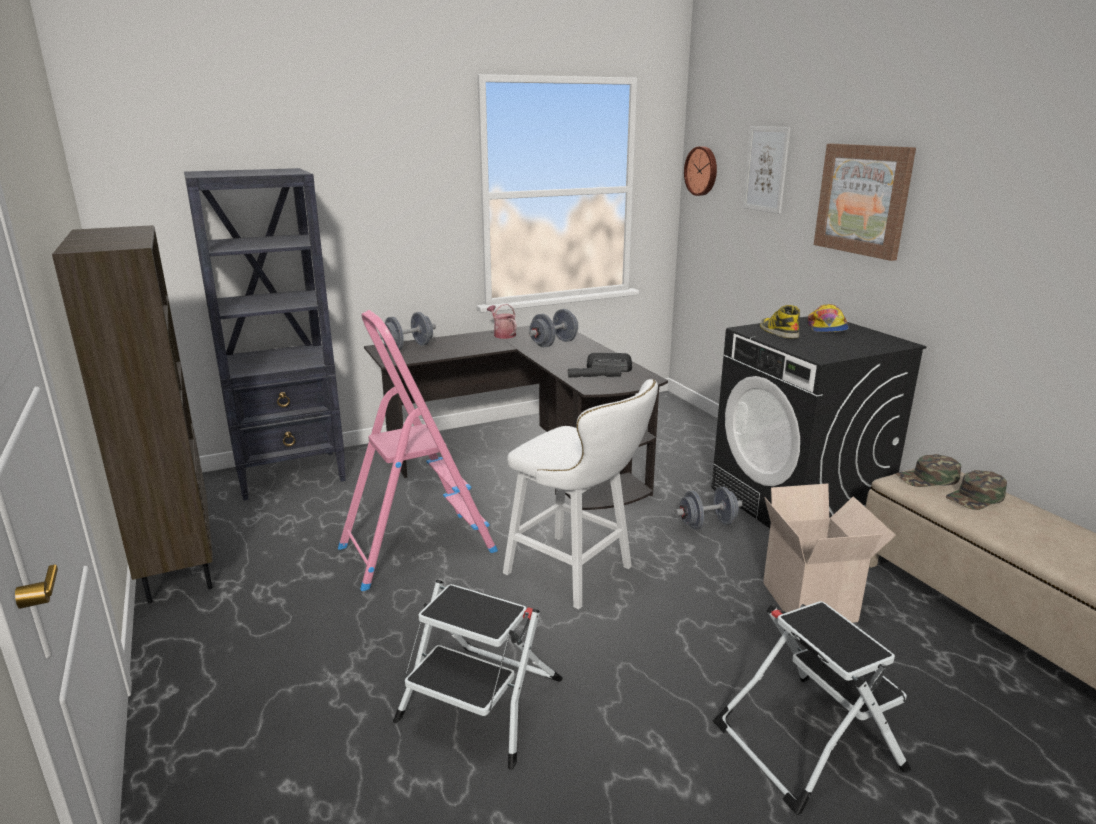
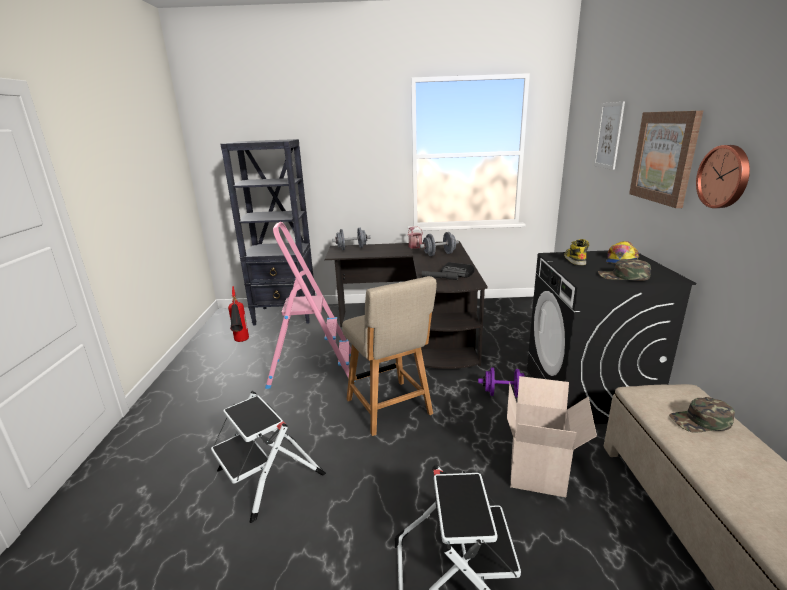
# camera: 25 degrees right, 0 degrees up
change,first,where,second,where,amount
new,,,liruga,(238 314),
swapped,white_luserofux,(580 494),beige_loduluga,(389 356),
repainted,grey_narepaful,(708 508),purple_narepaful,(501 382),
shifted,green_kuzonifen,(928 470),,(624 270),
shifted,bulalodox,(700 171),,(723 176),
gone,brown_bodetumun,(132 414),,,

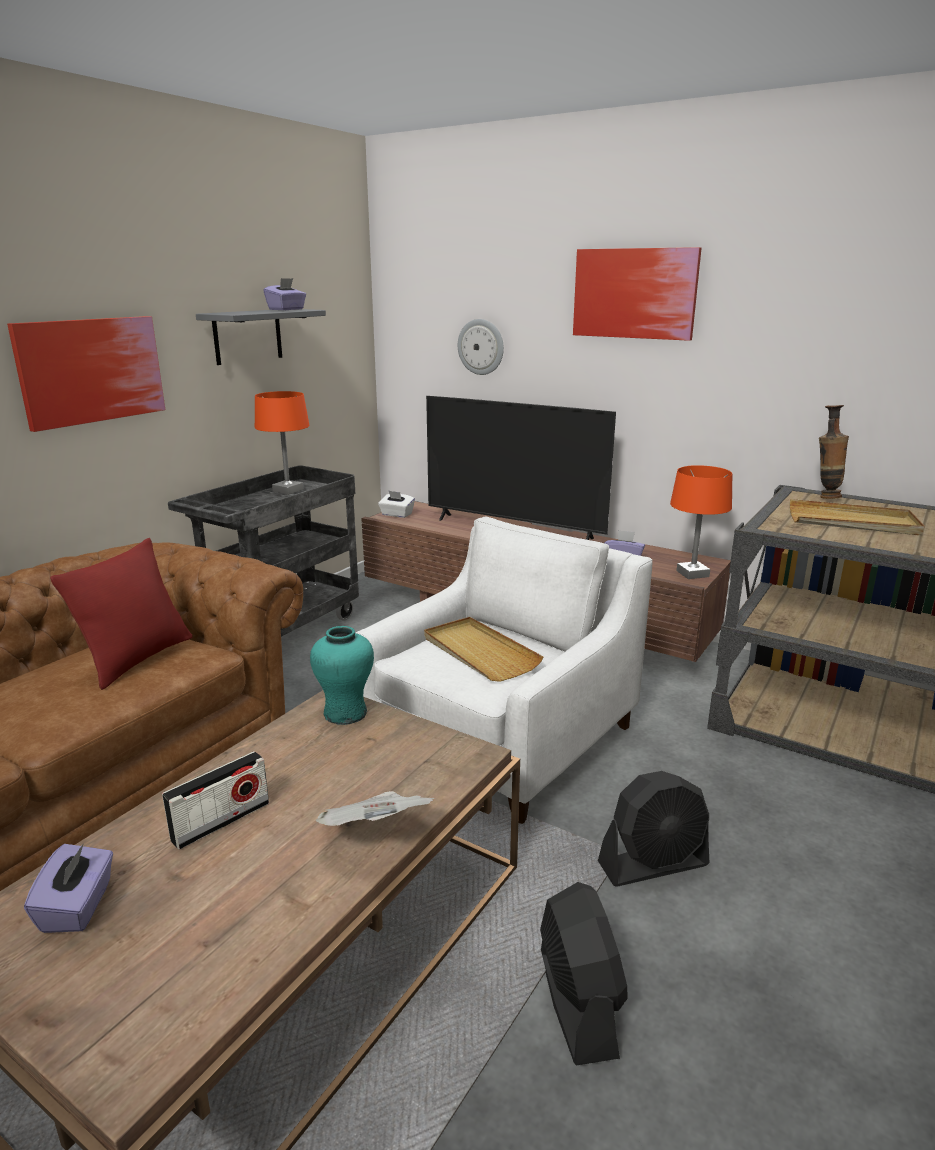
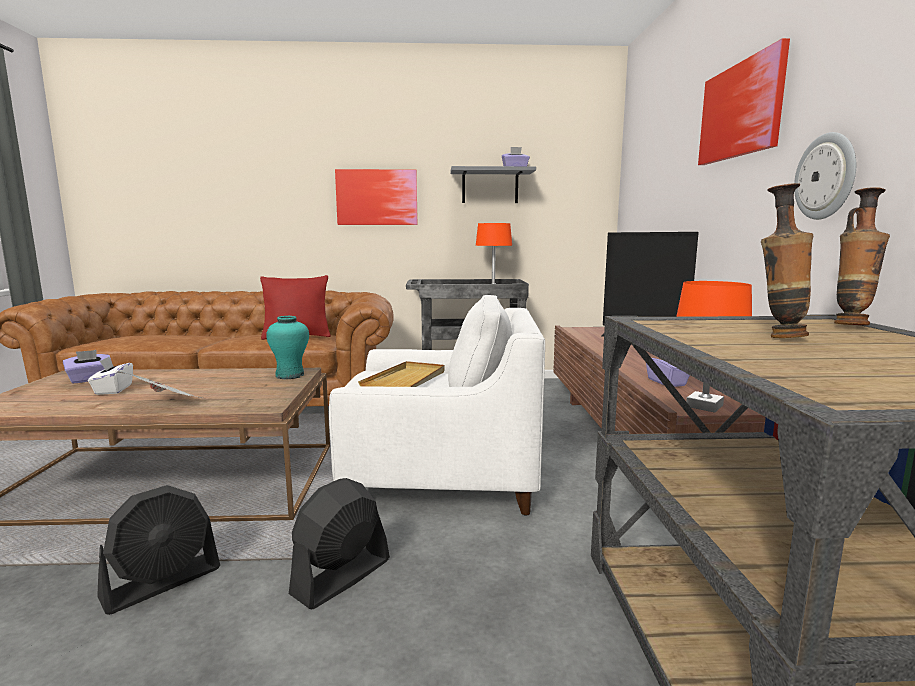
# camera: 55 degrees right, 10 degrees down
change,first,where,second,where,amount
shifted,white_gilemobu,(396 504),,(110 376),
rotated,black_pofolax,(654 829),,(339 543),90 degrees clockwise
swapped,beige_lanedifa,(857 517),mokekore,(787 260),
shifted,bulalodox,(481 347),,(825 176),
gone,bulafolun,(215 800),,,

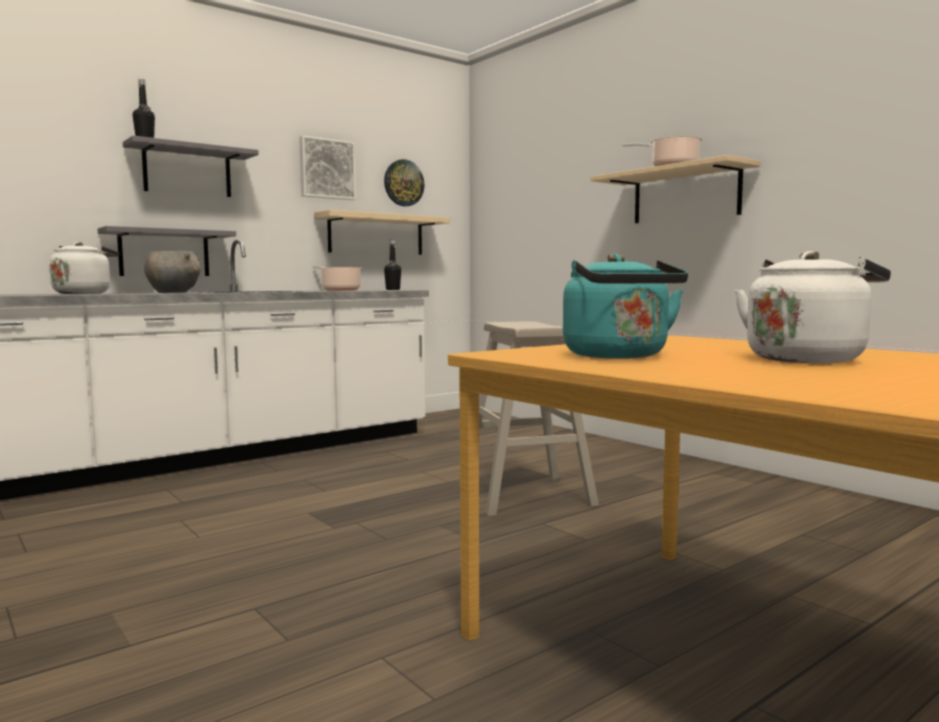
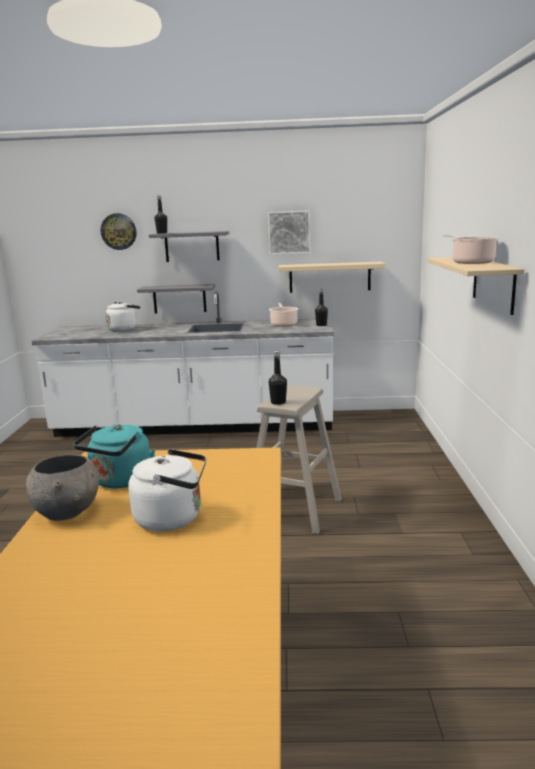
# camera: 40 degrees right, 10 degrees up
change,first,where,second,where,amount
shifted,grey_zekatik,(172 272),,(62 487),
shifted,bulalodox,(404 182),,(119 231),
new,,,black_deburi,(278 378),

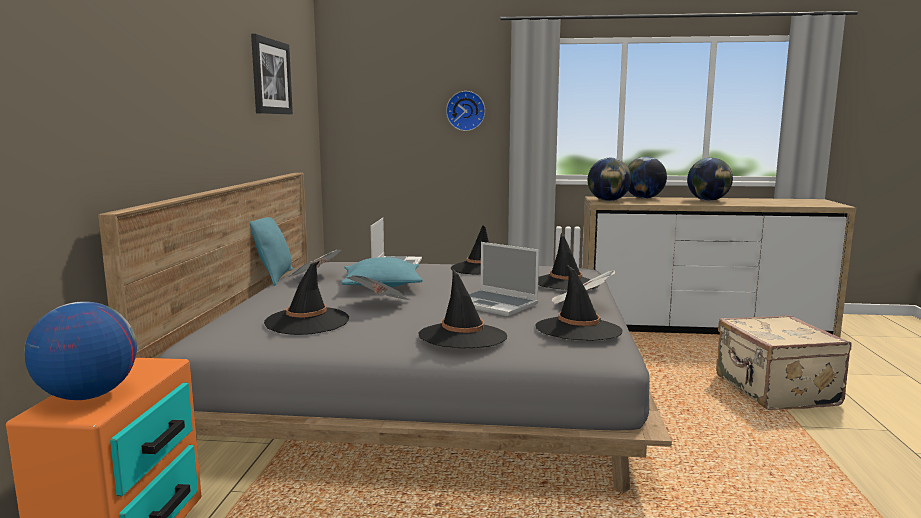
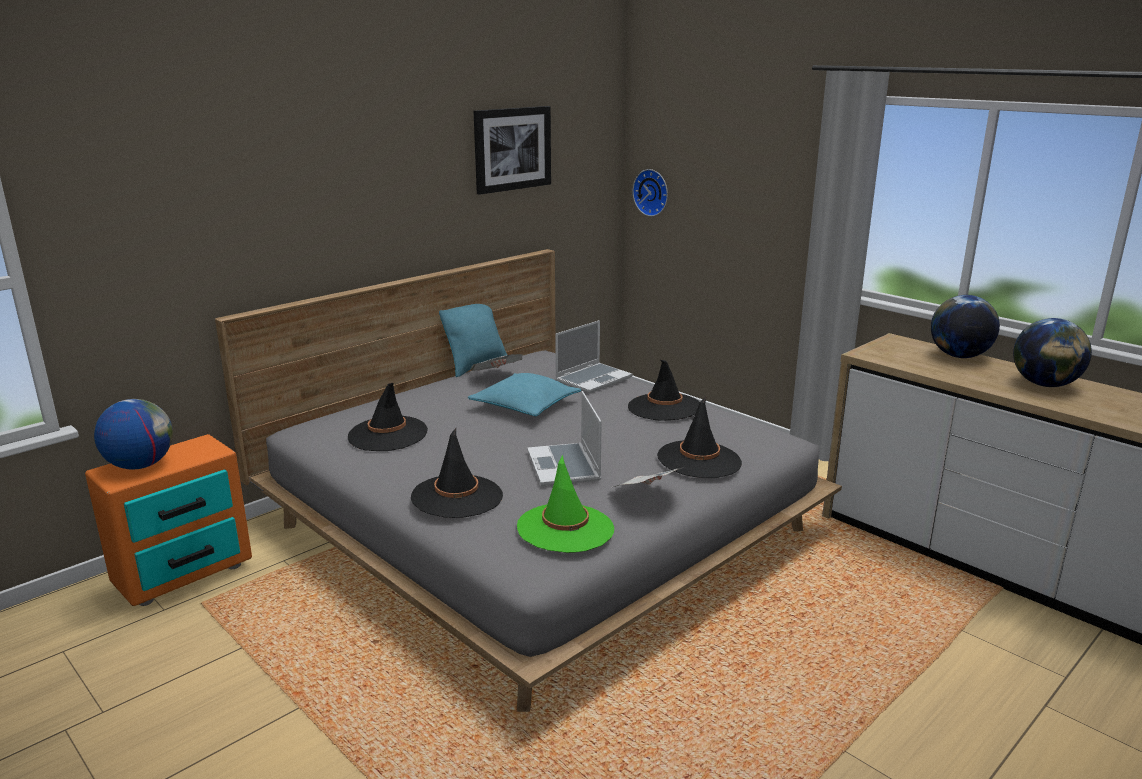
# camera: 40 degrees right, 10 degrees up
change,first,where,second,where,amount
repainted,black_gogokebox,(578 303),green_gogokebox,(565 504),
shifted,bulalodox,(465 111),,(650 192),
gone,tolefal,(378 287),,,
gone,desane,(609 179),,,
gone,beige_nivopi,(784 362),,,

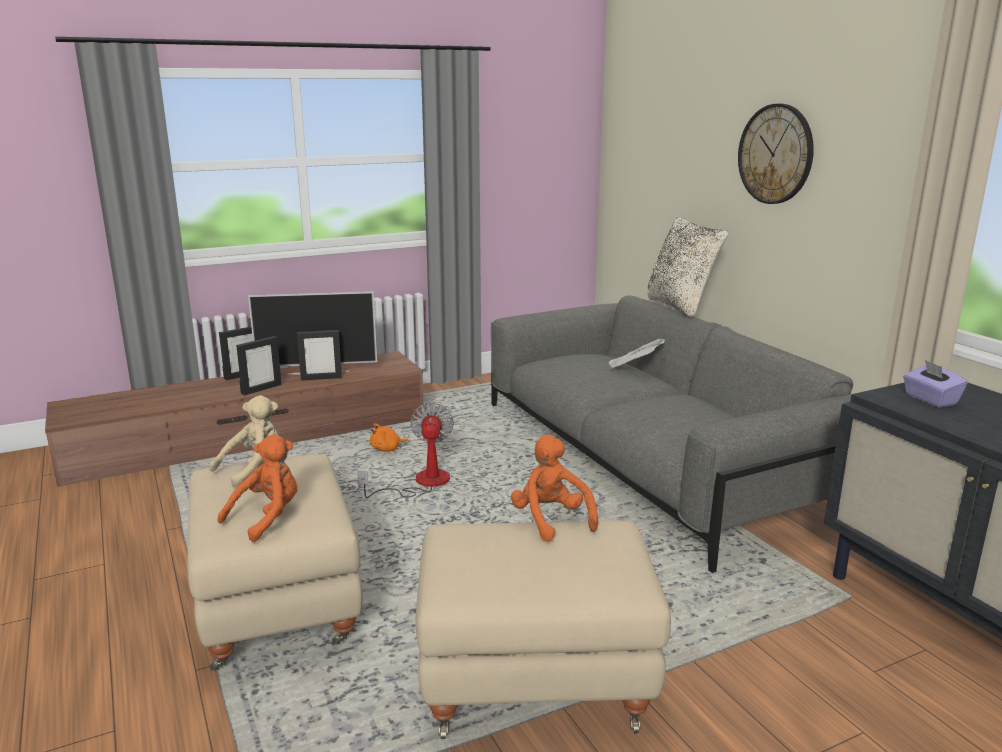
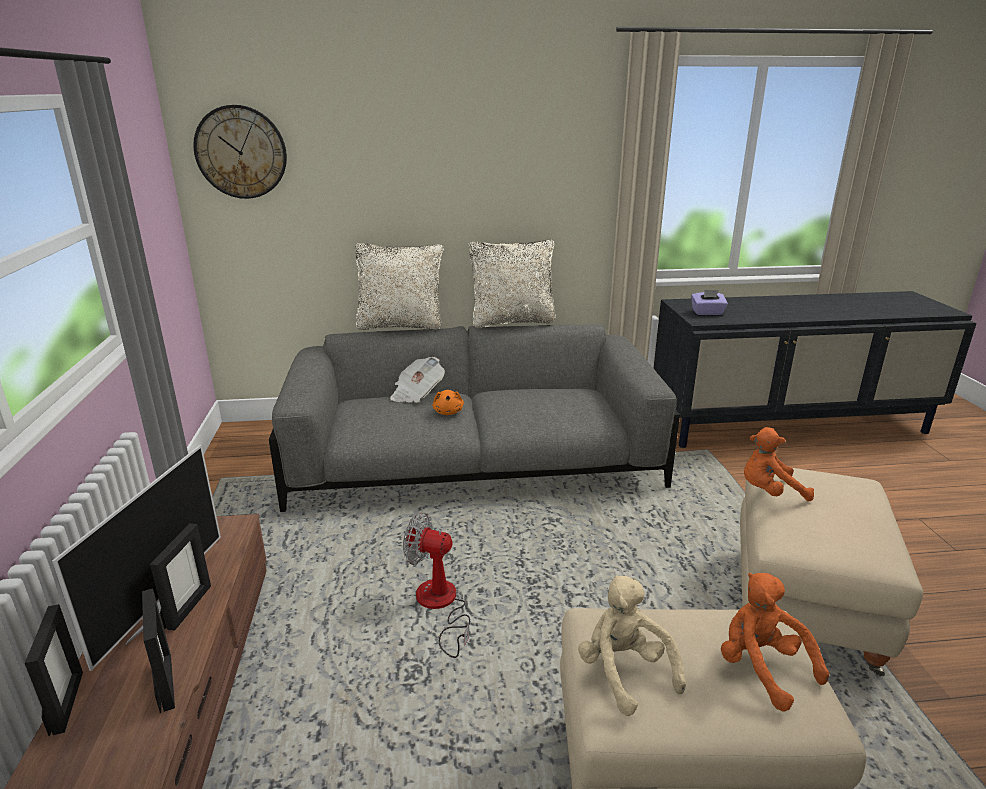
# camera: 70 degrees left, 5 degrees up
change,first,where,second,where,amount
shifted,bulalodox,(776 154),,(240 152),
shifted,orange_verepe,(390 437),,(448 402),
new,,,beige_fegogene,(512 284),

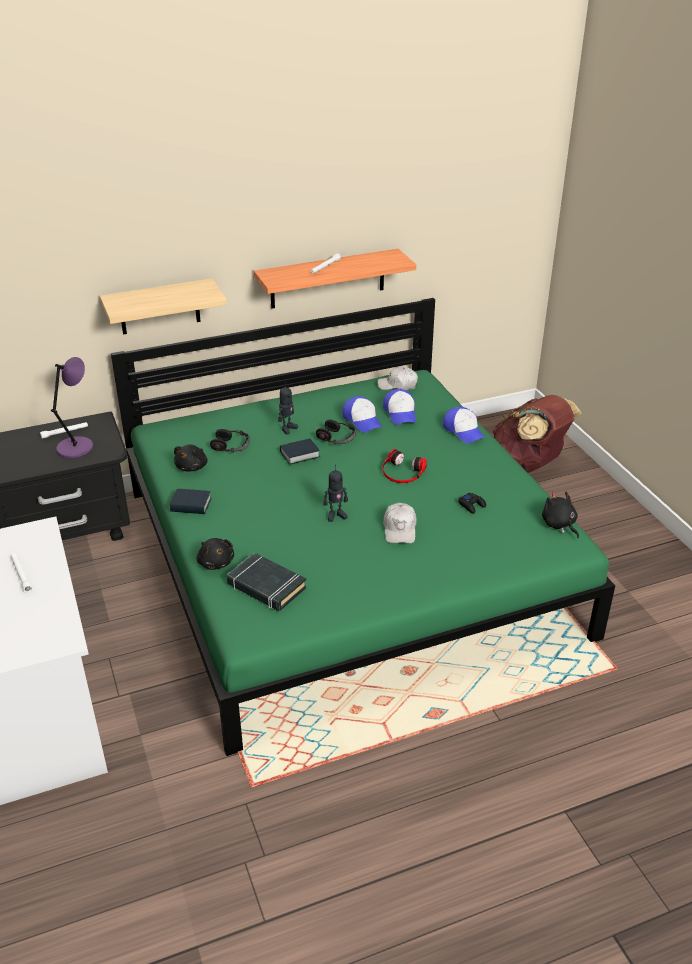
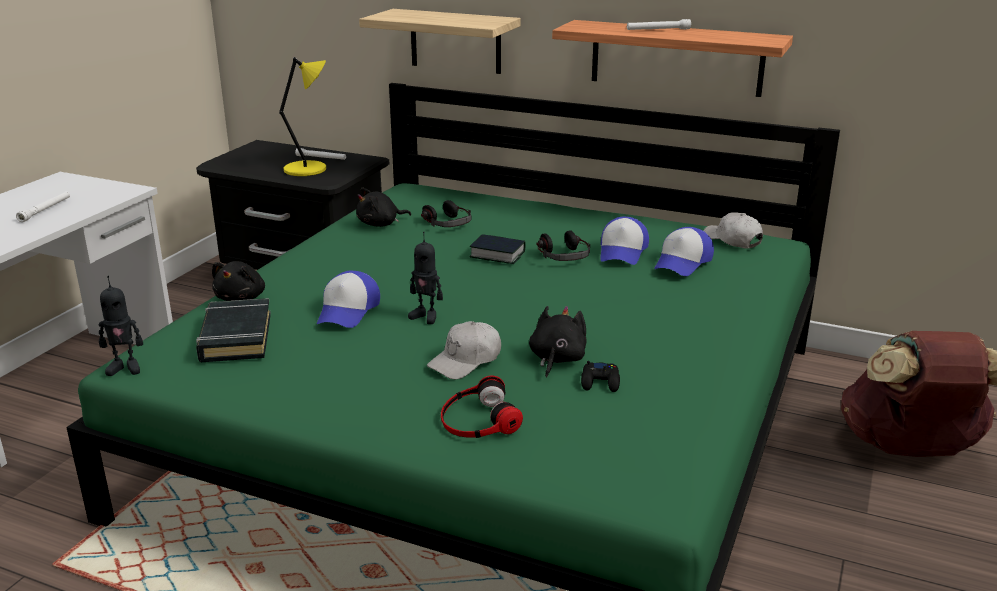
# camera: 45 degrees right, 10 degrees down
change,first,where,second,where,amount
shifted,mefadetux,(288 409),,(121 326),
repainted,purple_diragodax,(72 407),yellow_diragodax,(302 116),
shifted,kuzonifen,(464 424),,(348 299),
shifted,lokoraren,(404 466),,(482 406),
shifted,black_verepe,(560 514),,(558 342),
gone,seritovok,(190 501),,,

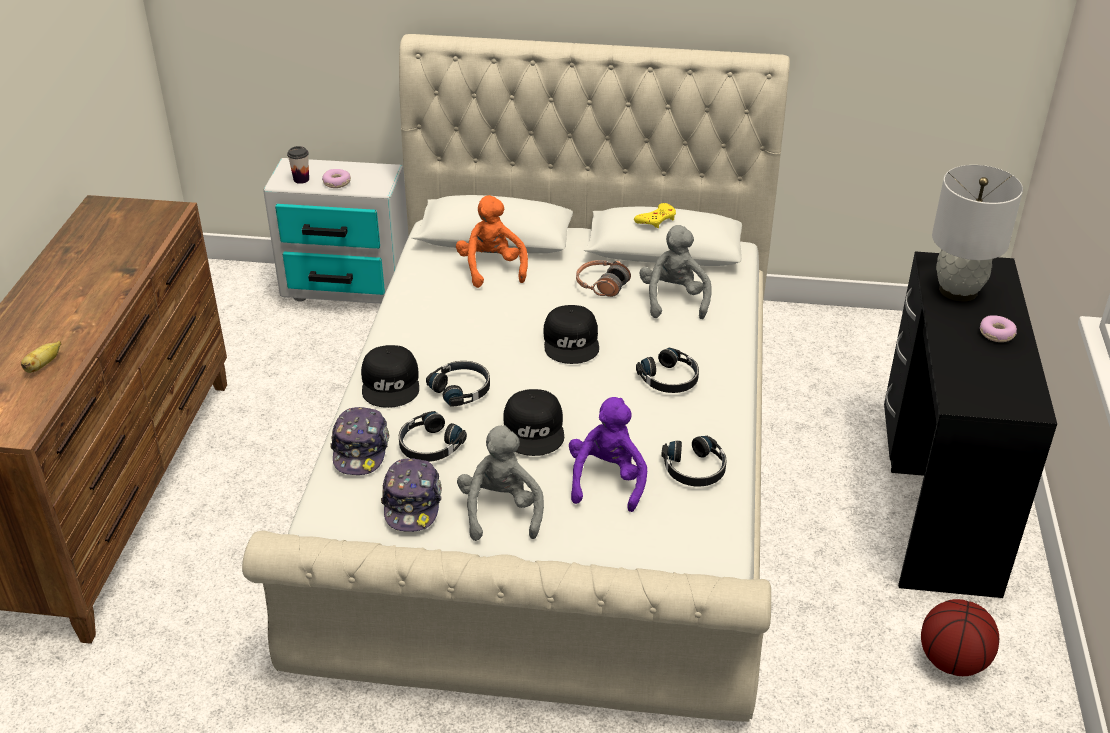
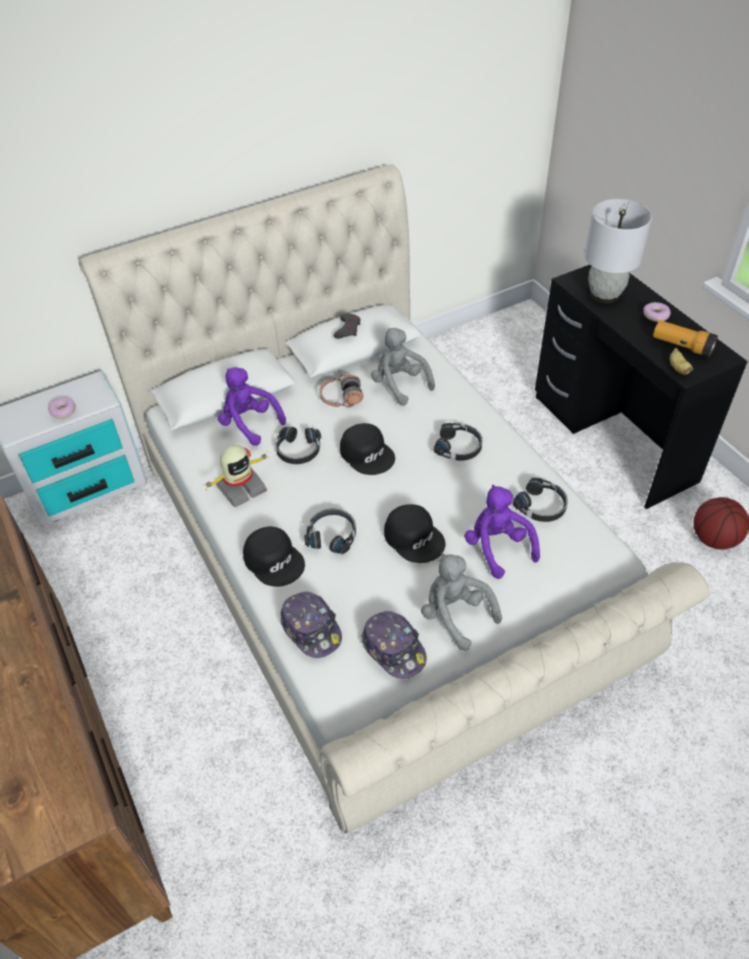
# camera: 35 degrees left, 10 degrees up
change,first,where,second,where,amount
new,,,mefadetux,(236 476),
repainted,orange_verepe,(492 241),purple_verepe,(252 406),
shifted,black_lokoraren,(433 436),,(298 445),
repainted,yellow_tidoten,(655 215),grey_tidoten,(347 326),
new,,,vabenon,(685 338),
shifted,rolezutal,(41 357),,(681 361),
gone,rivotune,(298 165),,,

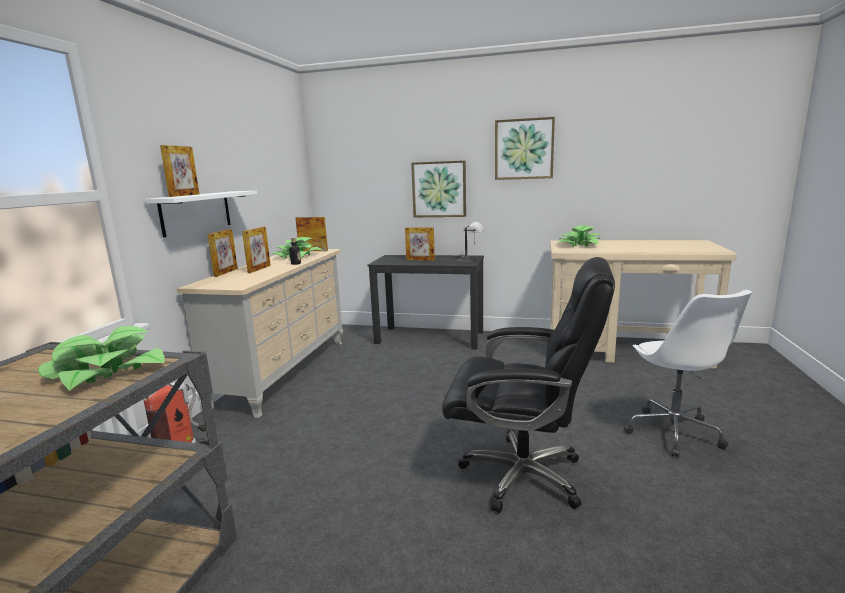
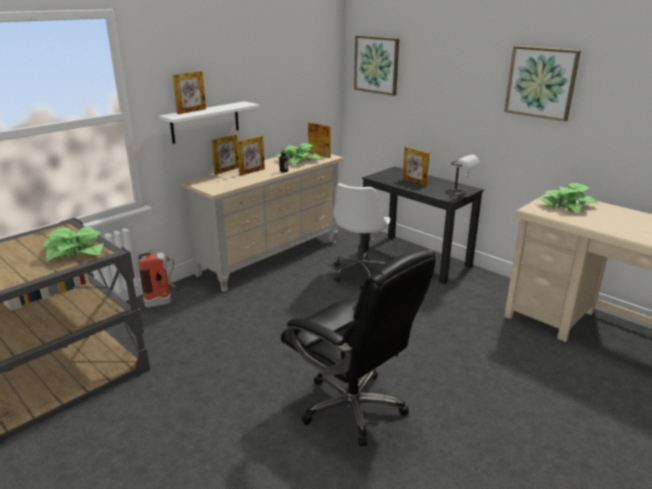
# camera: 30 degrees right, 10 degrees up
change,first,where,second,where,amount
shifted,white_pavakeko,(688 373),,(361 232),
shifted,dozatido,(438 188),,(376 66),

